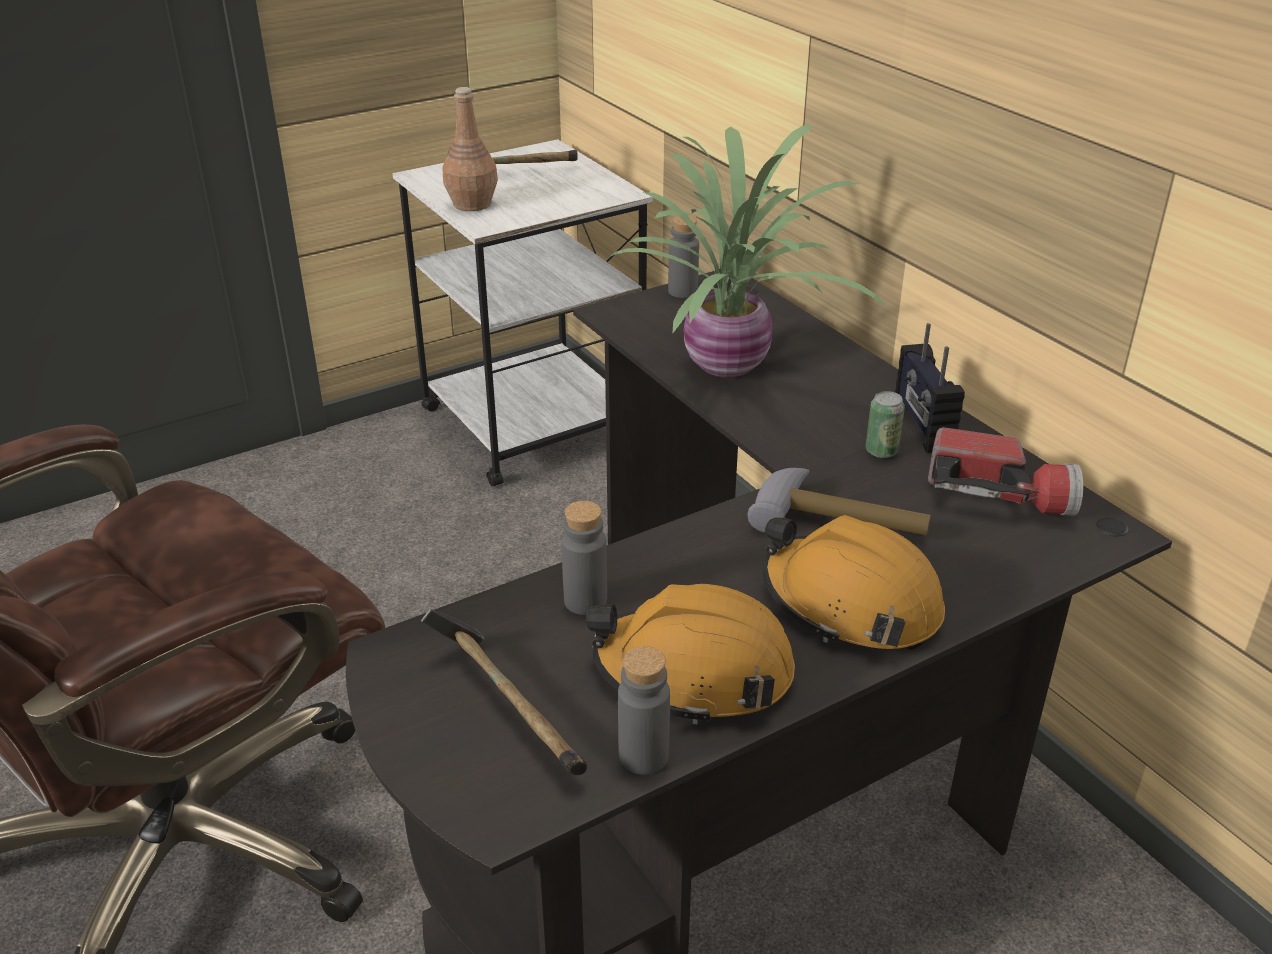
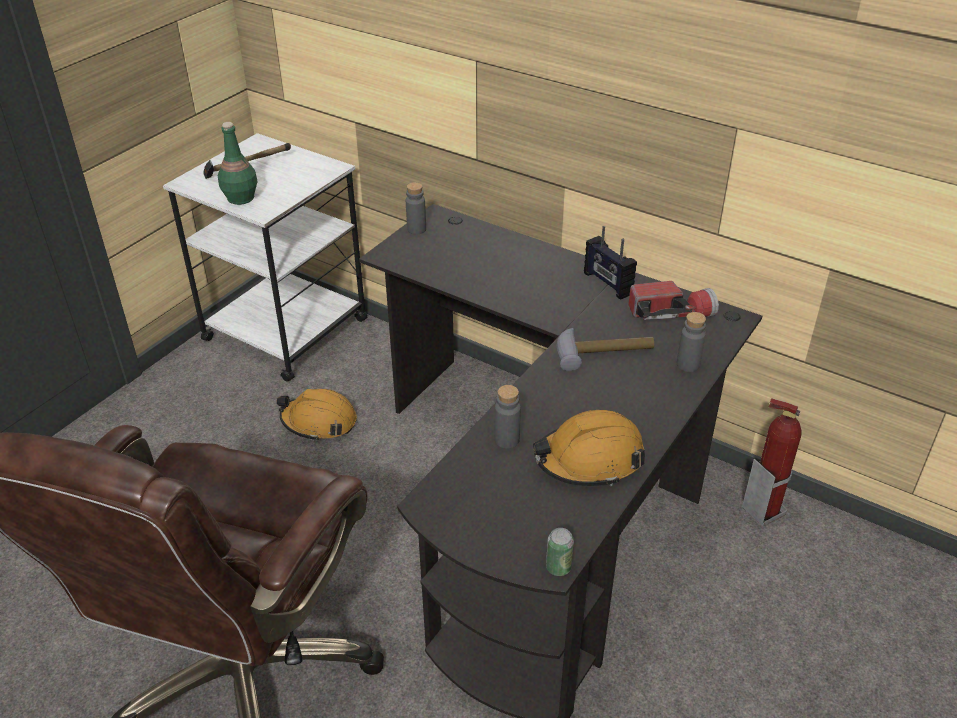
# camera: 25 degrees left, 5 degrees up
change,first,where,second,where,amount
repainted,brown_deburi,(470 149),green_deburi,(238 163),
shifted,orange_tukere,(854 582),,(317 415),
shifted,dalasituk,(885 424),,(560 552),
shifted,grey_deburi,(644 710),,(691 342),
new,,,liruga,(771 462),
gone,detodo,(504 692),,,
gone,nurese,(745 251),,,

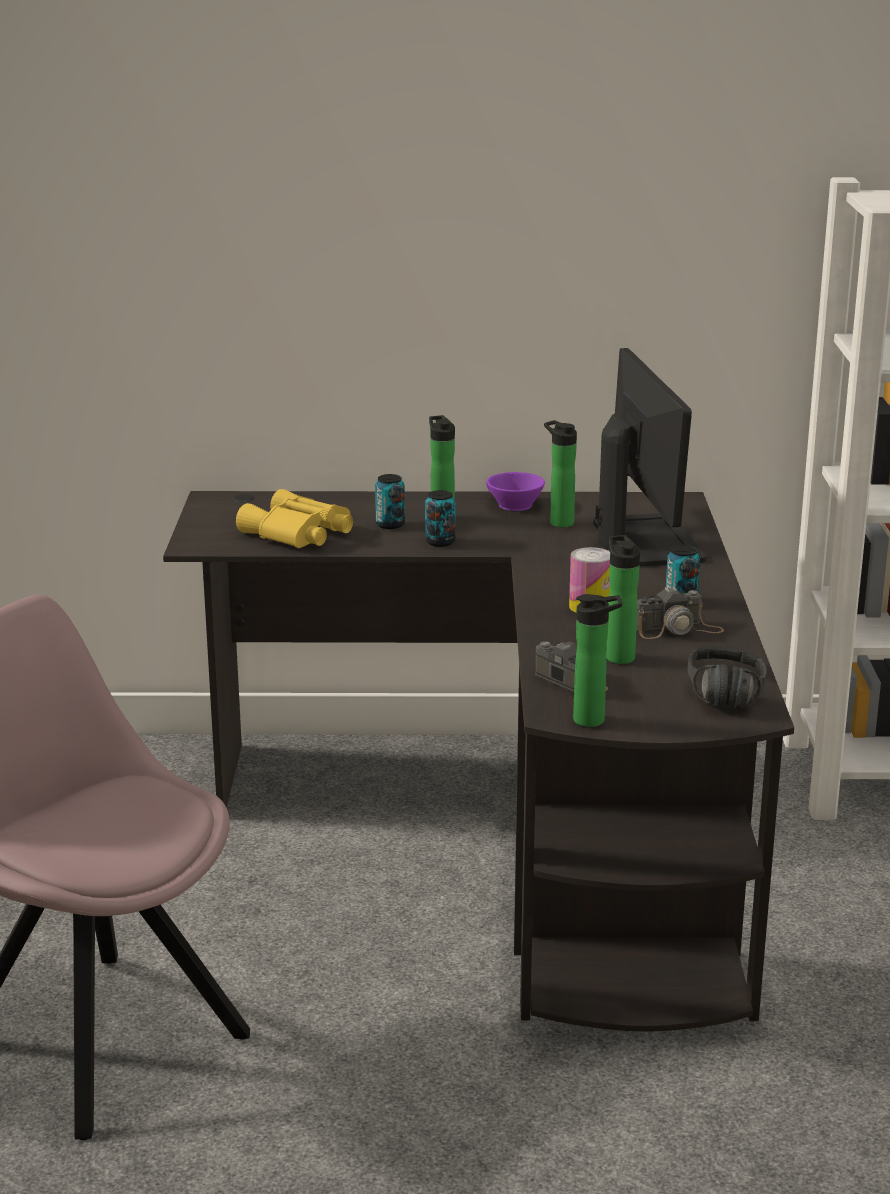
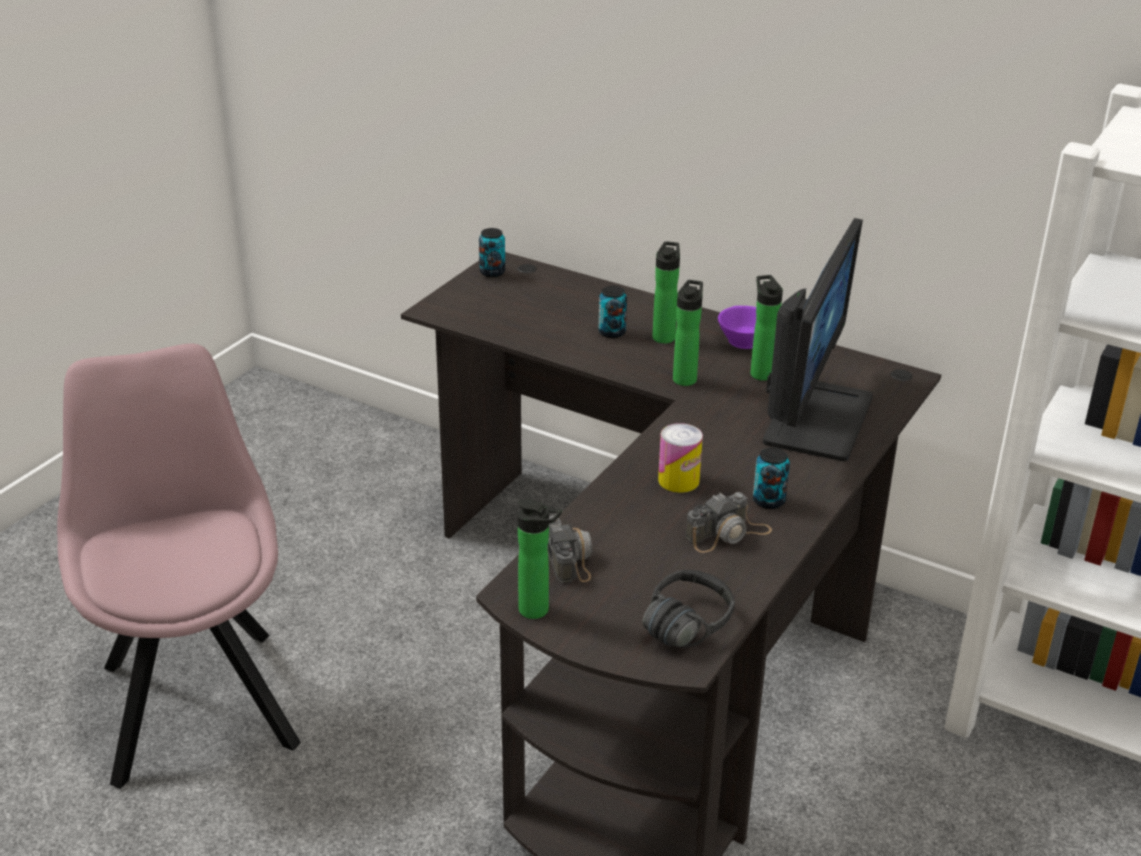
# camera: 30 degrees right, 10 degrees up
change,first,where,second,where,amount
shifted,dalasituk,(440 518),,(492 252),
shifted,deburi,(623 599),,(688 333),
rotated,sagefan,(680 612),,(728 522),45 degrees counterclockwise
gone,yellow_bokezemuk,(294 518),,,

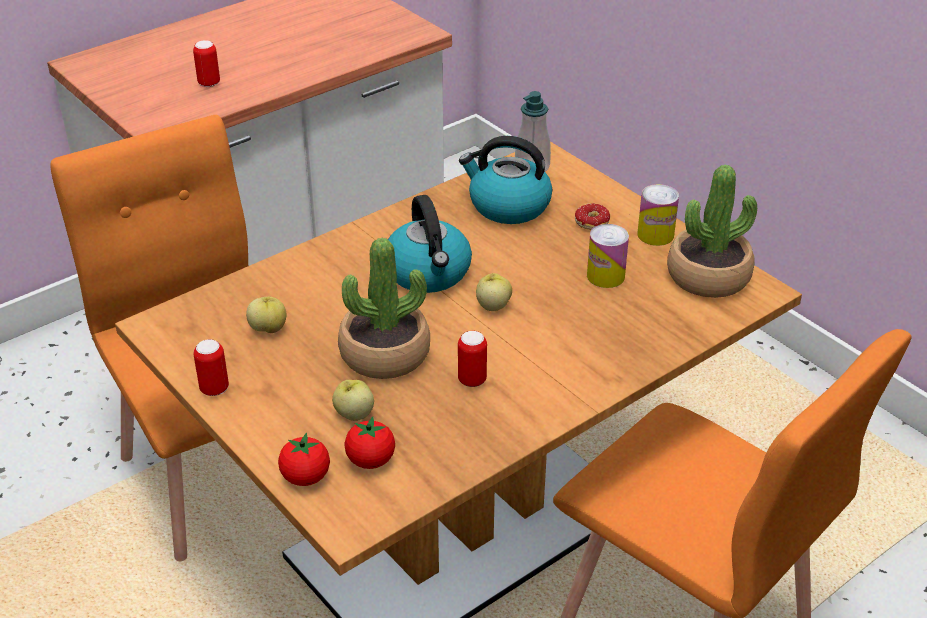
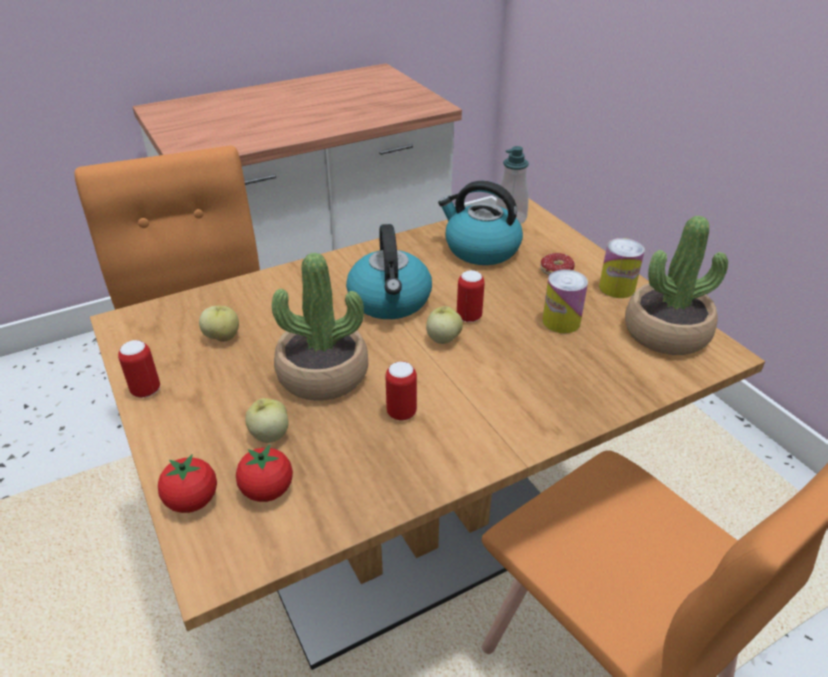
# camera: 10 degrees right, 0 degrees up
change,first,where,second,where,amount
shifted,dalasituk,(206 63),,(471 296),

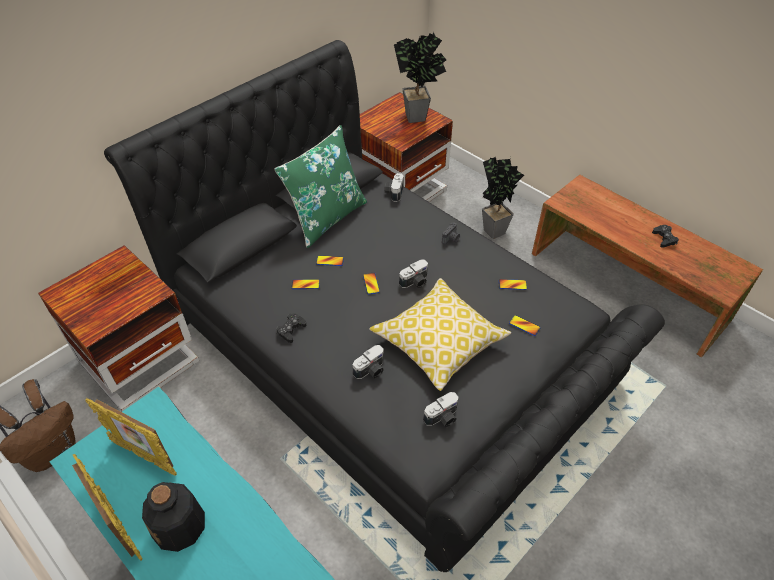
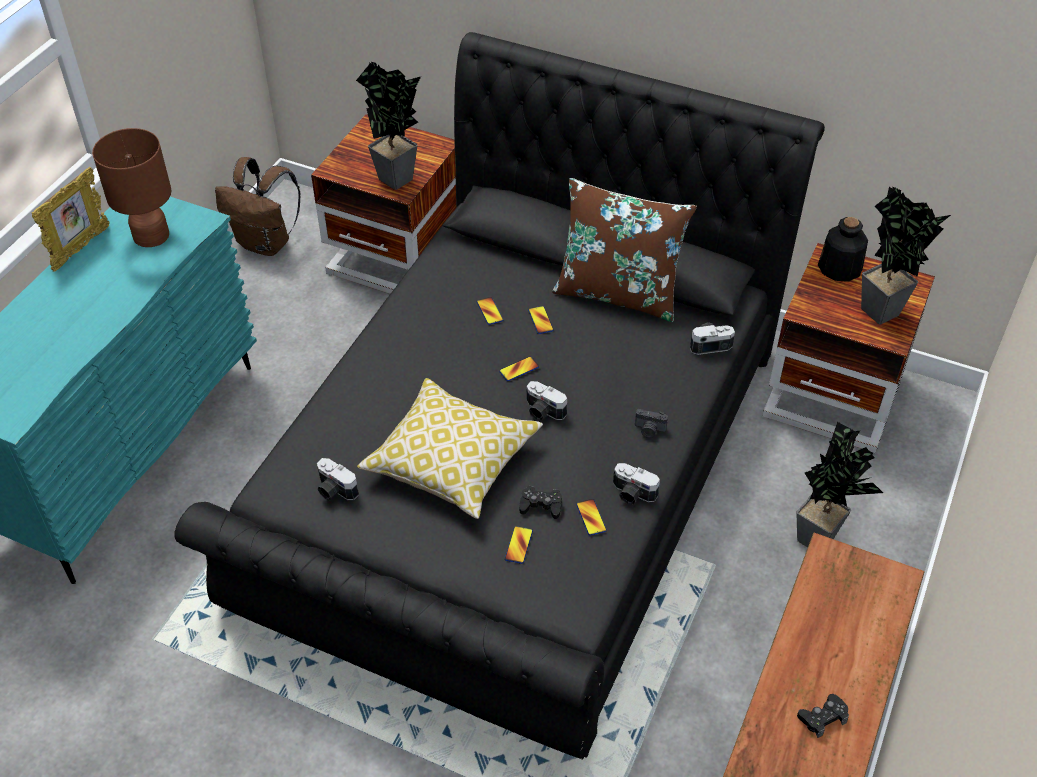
# camera: 70 degrees right, 0 degrees up
change,first,where,second,where,amount
swapped,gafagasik,(131 437),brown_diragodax,(131 187),
new,,,nurese,(388 126),
shifted,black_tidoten,(291 328),,(540 502),
repainted,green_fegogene,(321 186),brown_fegogene,(624 250),
shifted,sagefan,(368 362),,(636 484),
shifted,deburi,(173 517),,(843 249),

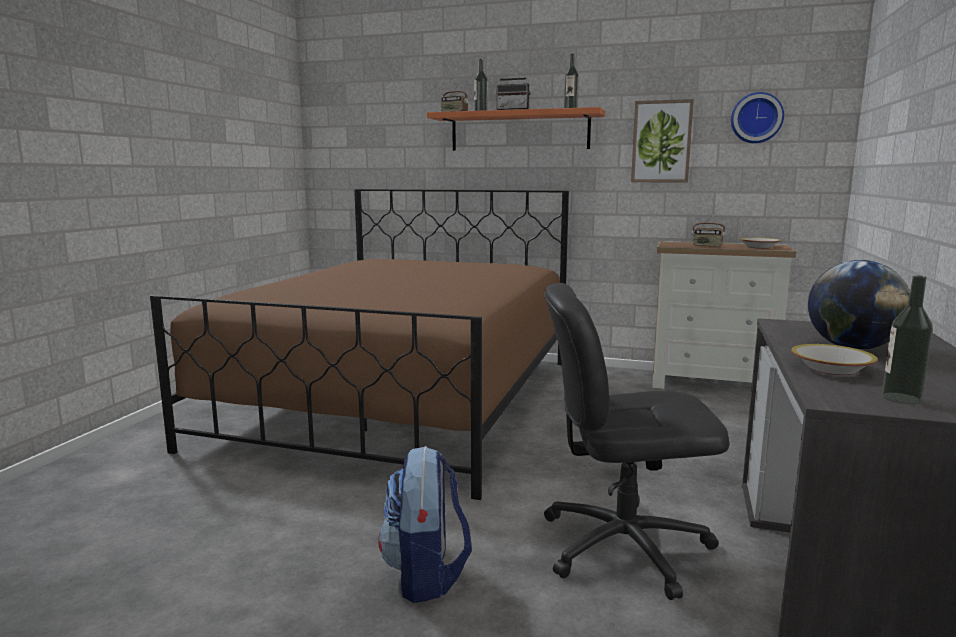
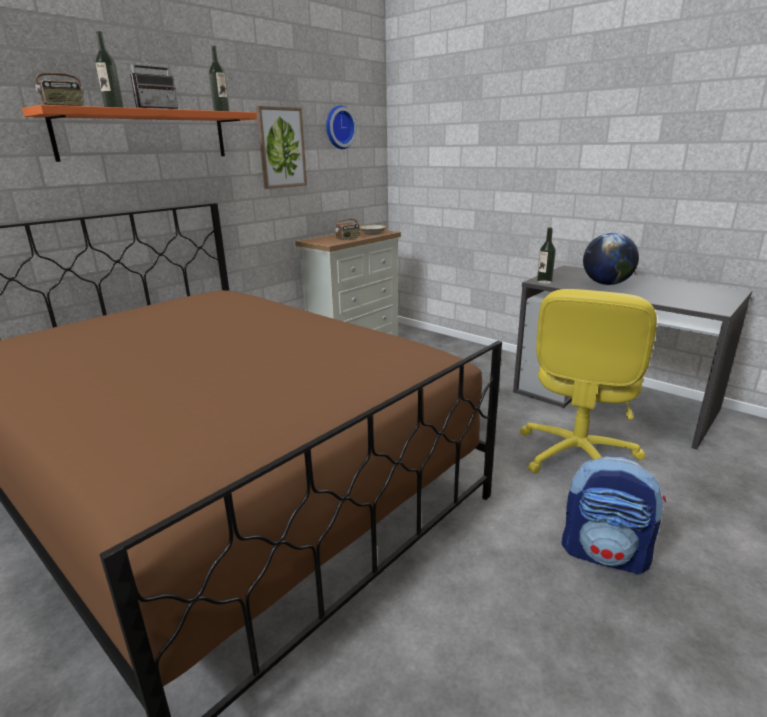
# camera: 65 degrees left, 10 degrees up
change,first,where,second,where,amount
repainted,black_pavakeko,(636 441),yellow_pavakeko,(588 381),
shifted,deburi,(907 340),,(546 256),
gone,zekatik,(834 359),,,

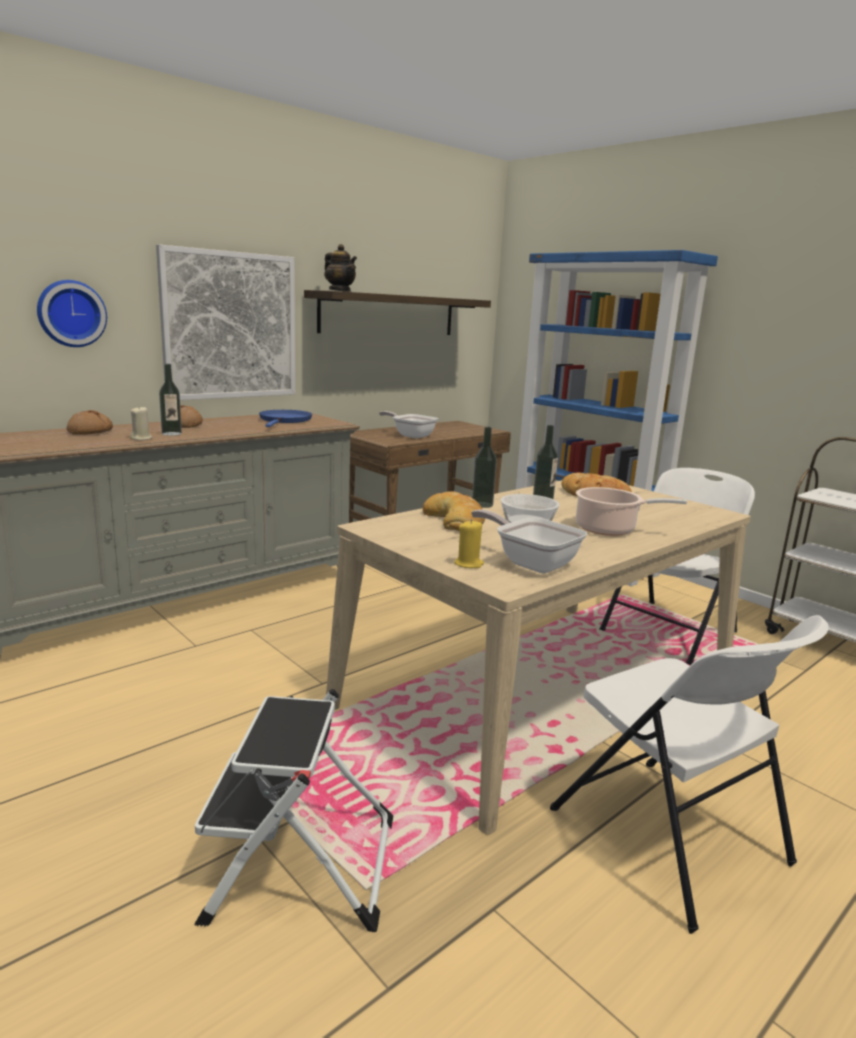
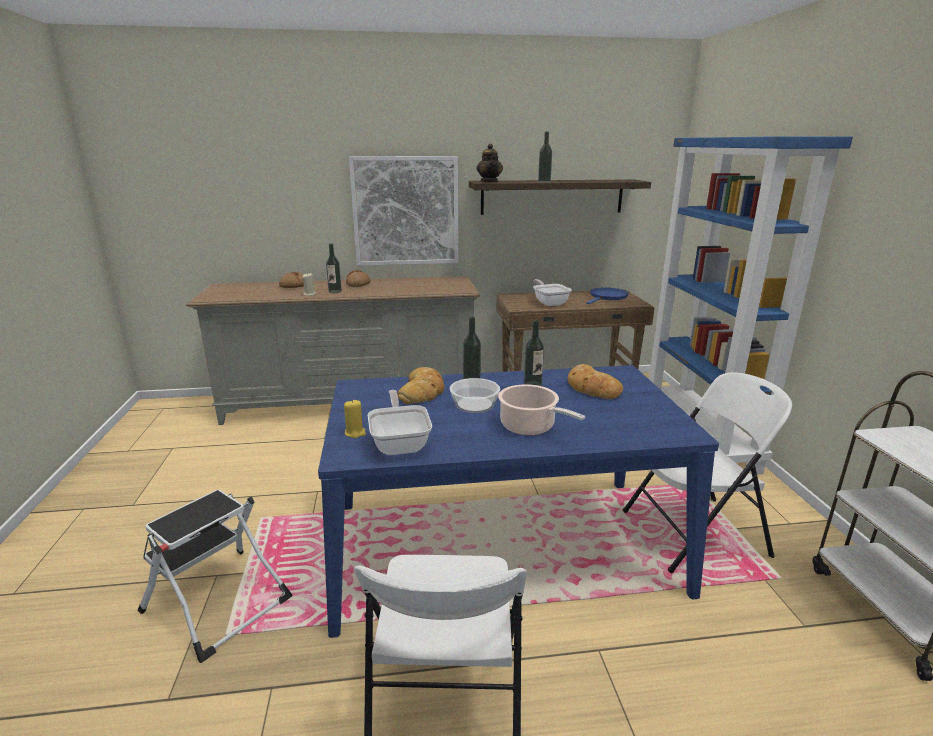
# camera: 35 degrees right, 5 degrees up
change,first,where,second,where,amount
repainted,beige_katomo,(538 657),blue_katomo,(518 501),
new,,,deburi,(545 157),
shifted,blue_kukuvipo,(285 418),,(608 296),
gone,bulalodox,(72 313),,,

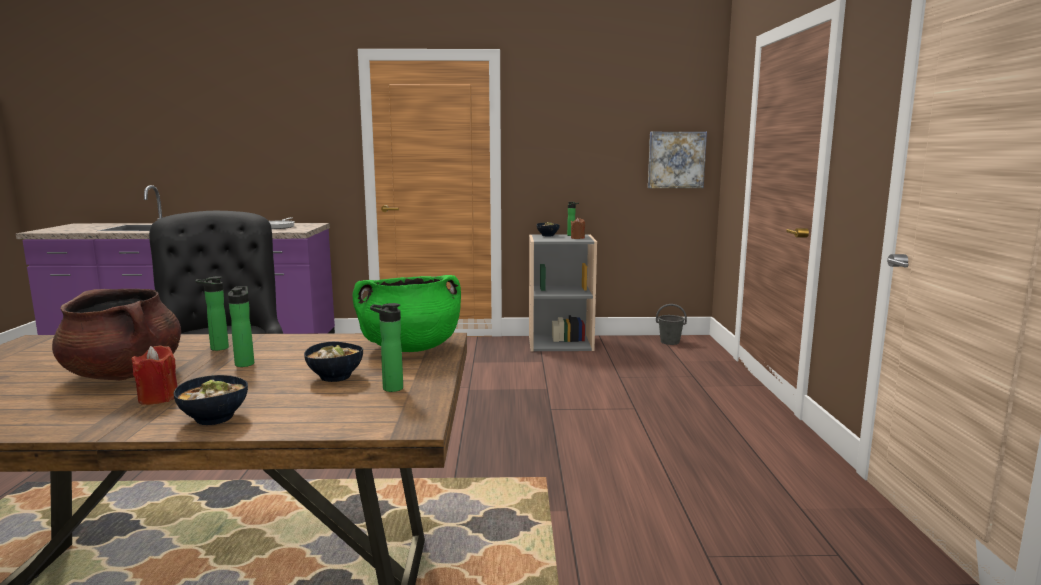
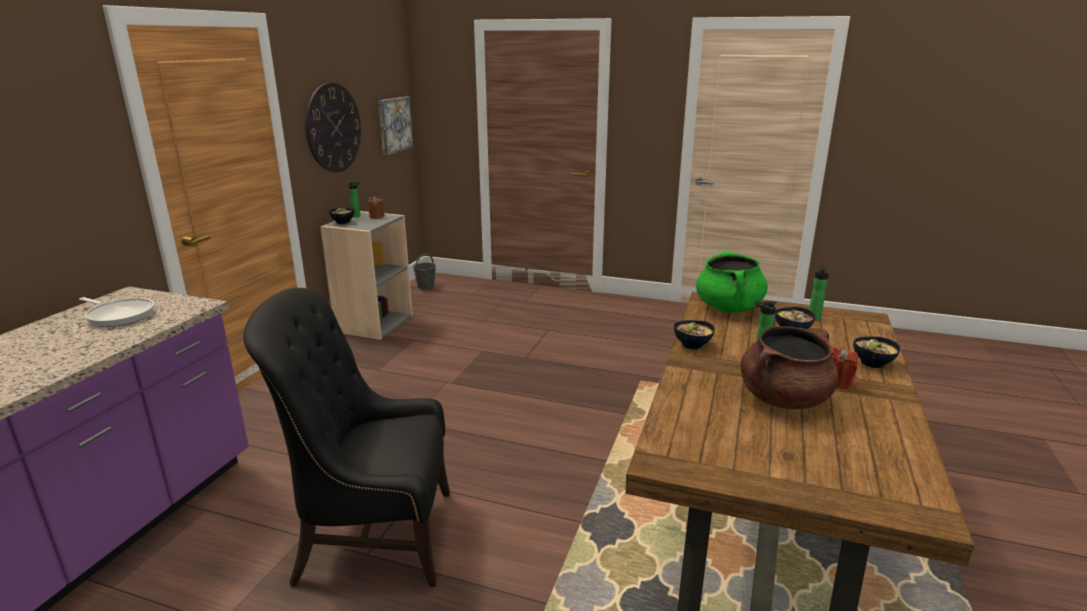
# camera: 70 degrees left, 10 degrees up
change,first,where,second,where,amount
new,,,bulalodox,(333 127),
new,,,zekatik,(694 334),
gone,deburi,(212 313),,,

